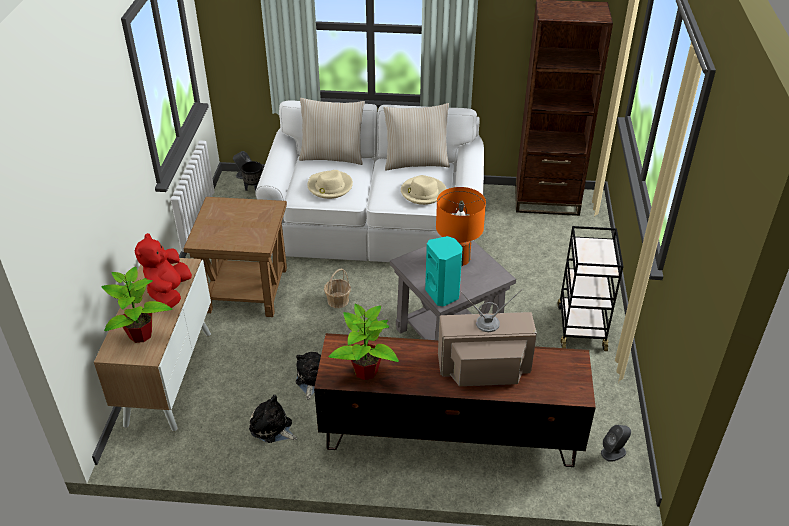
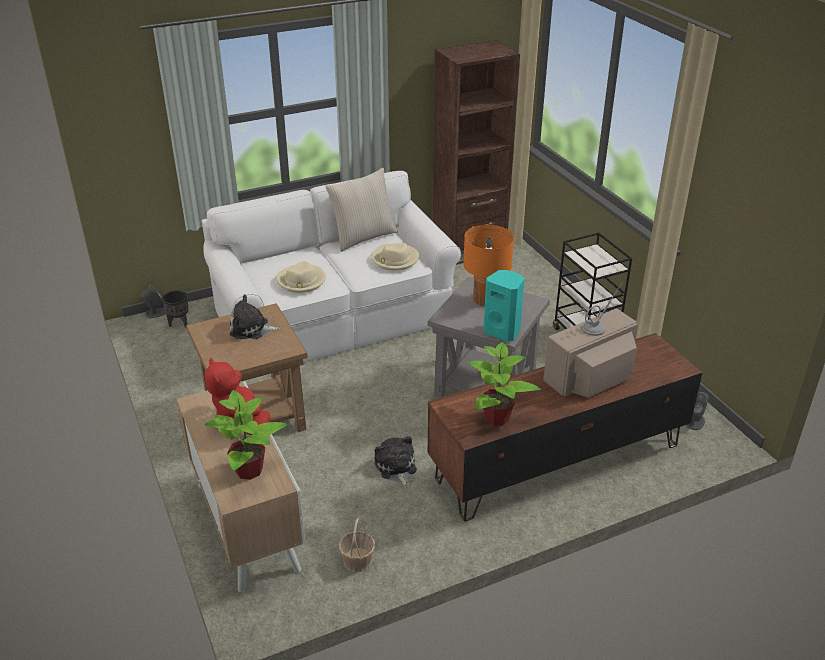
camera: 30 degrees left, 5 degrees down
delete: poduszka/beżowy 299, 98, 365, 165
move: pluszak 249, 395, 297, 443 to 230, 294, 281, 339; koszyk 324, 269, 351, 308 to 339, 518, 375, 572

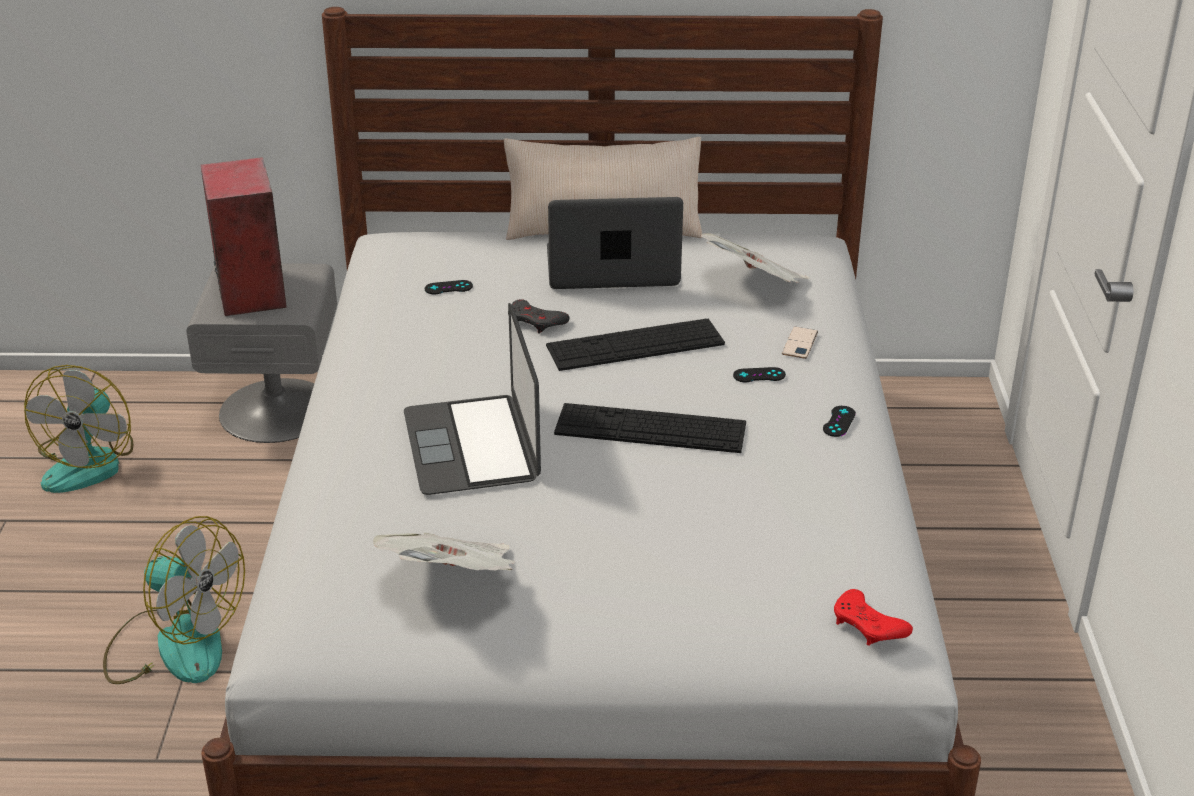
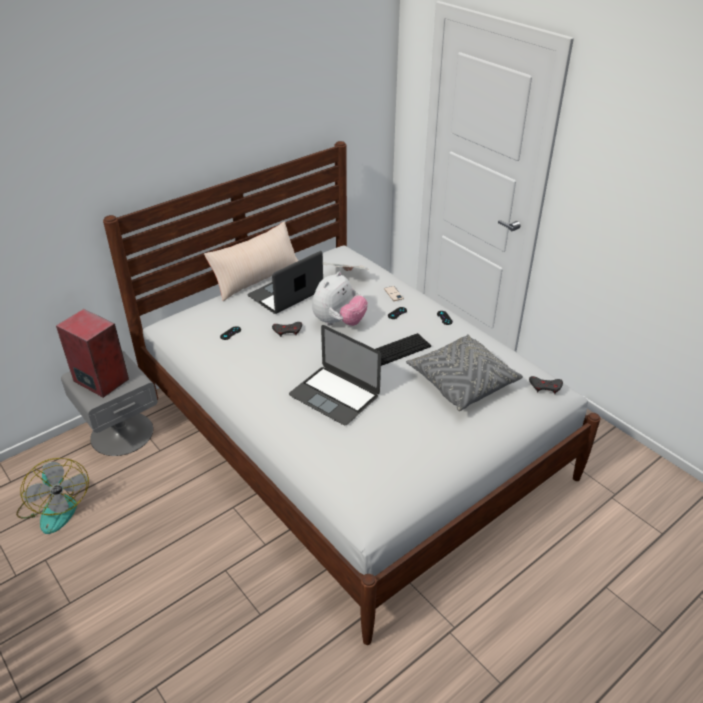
camera: 40 degrees left, 5 degrees up
delete: wentylator 103, 516, 245, 684; gazeta 373, 533, 515, 571
insert: poduszka/szary 406, 334, 523, 411
replace: klawiatura 546, 319, 725, 371 to pluszak 312, 271, 368, 326
recolor: pad do gier/czerwony 834, 589, 913, 646 to pad do gier/szary 529, 376, 563, 394

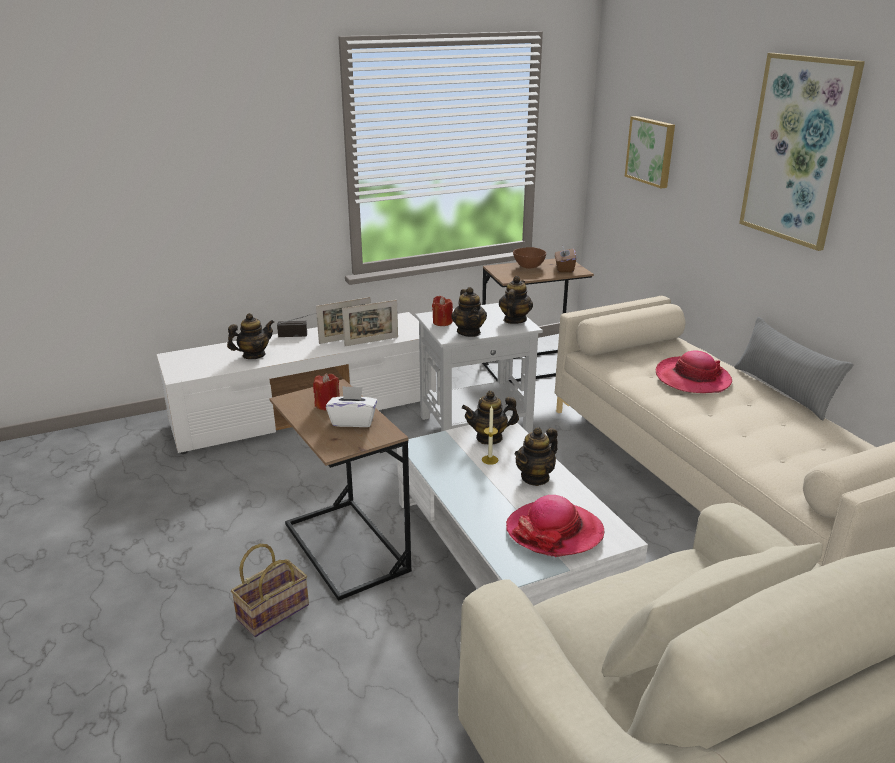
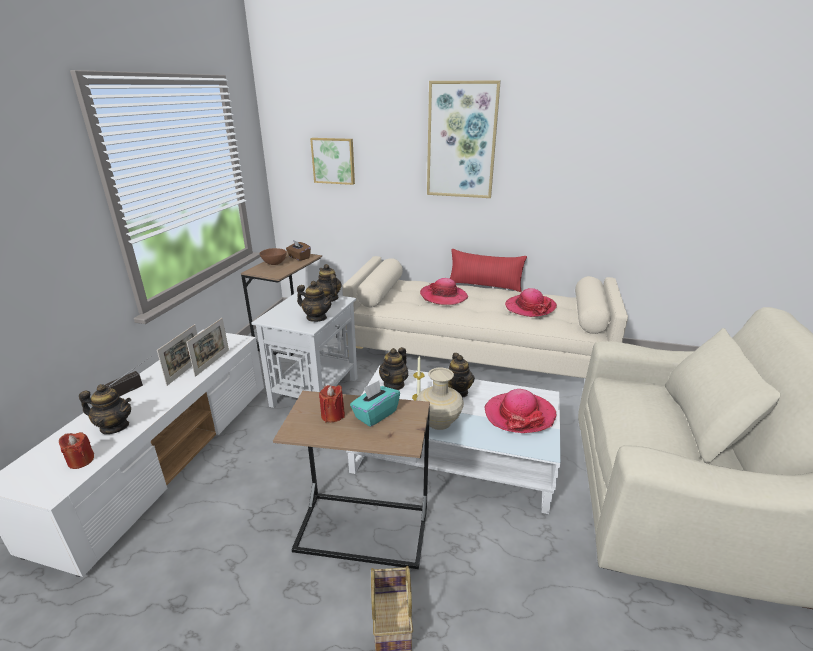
camera: 50 degrees left, 0 degrees up
insert: wazon/beżowy 416, 367, 464, 430; kapelusz 505, 288, 557, 317
move: świeca/czerwony 432, 296, 453, 326 to 59, 432, 94, 469
recolor: pudełko chusteczek/biały 326, 386, 378, 427 to pudełko chusteczek/turkusowy 350, 380, 400, 427; poduszka/szary 734, 317, 854, 421 to poduszka/czerwony 450, 249, 527, 292
rotate: imbryk 227, 313, 274, 359 = 79, 384, 131, 434 90 degrees clockwise

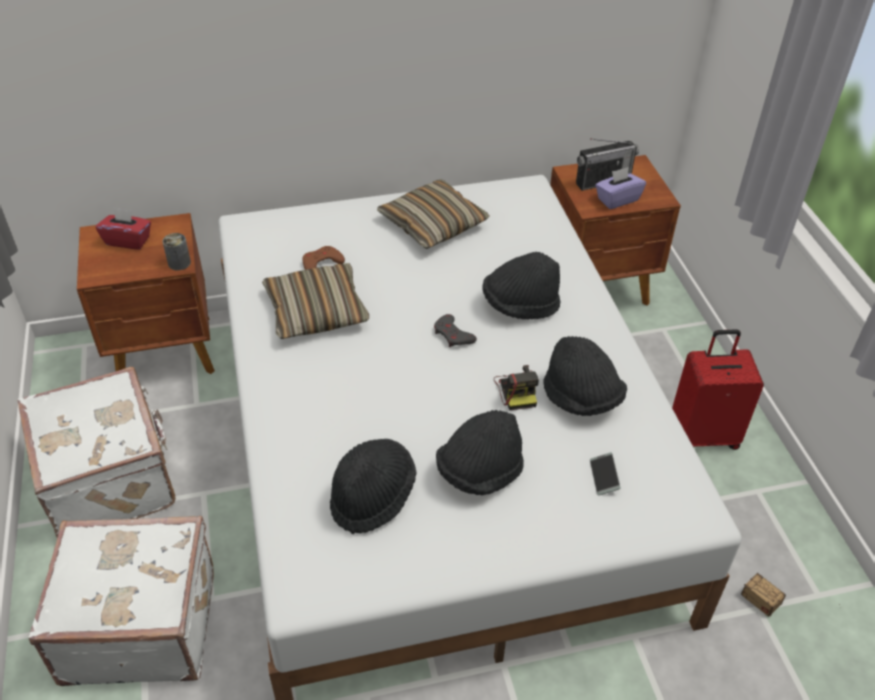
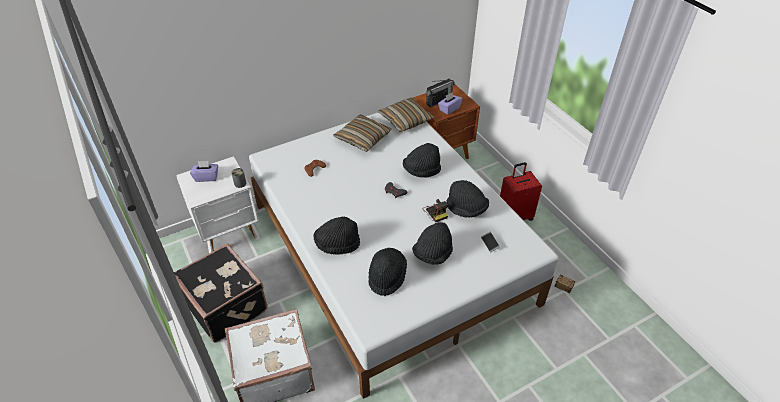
camera: 15 degrees left, 0 degrees up
insert: kapelusz/czarny 314, 217, 360, 255
move: poduszka 262, 263, 369, 339 to 378, 98, 434, 132
recolor: walizka/biały 18, 367, 176, 537 to walizka/czarny 174, 243, 267, 343; szafka nocna/brązowy 77, 213, 215, 374 to szafka nocna/biały 176, 156, 260, 253; pudełko chusteczek/czerwony 96, 208, 151, 250 to pudełko chusteczek/fioletowy 190, 161, 218, 182

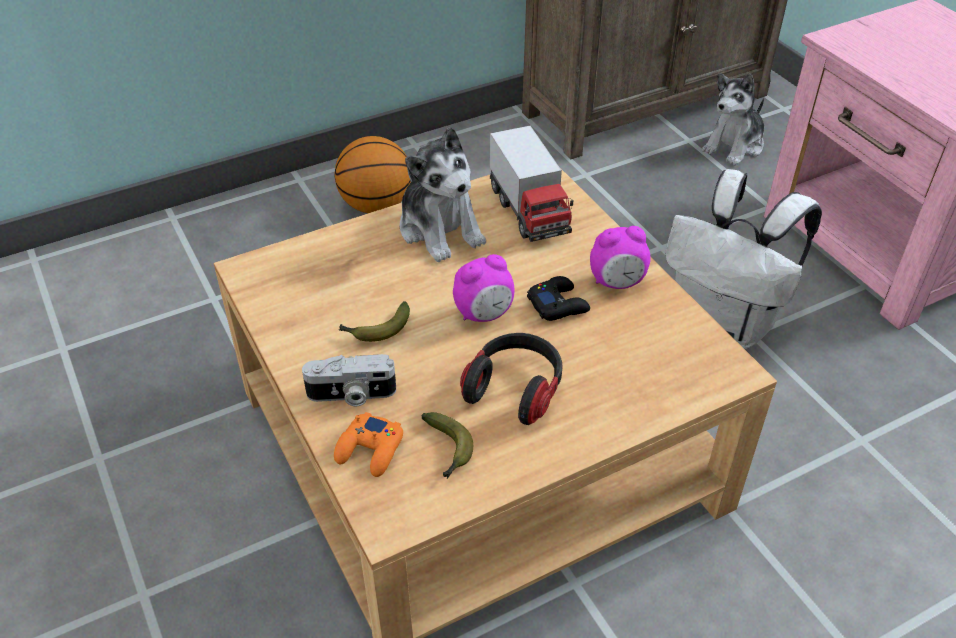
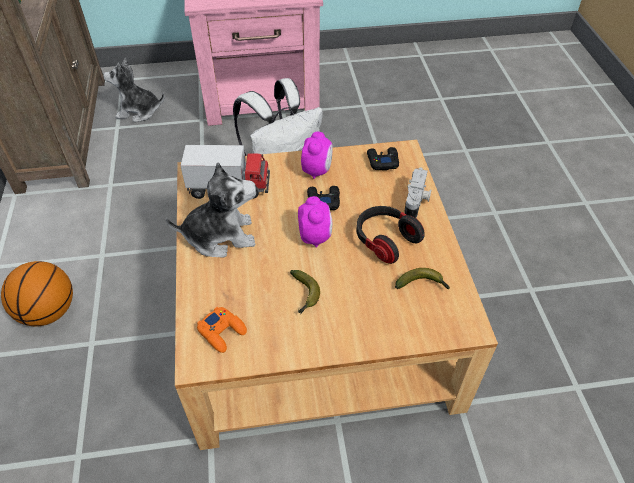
camera: 70 degrees left, 5 degrees up
insert: pad do gier/czarny 367, 147, 399, 170
move: aparat fotograficzny 302, 354, 396, 406 to 404, 167, 431, 218; pad do gier/pomarańczowy 334, 412, 403, 477 to 197, 307, 247, 353
rotate: pluszak 702, 73, 764, 166 = 103, 57, 165, 122 120 degrees clockwise

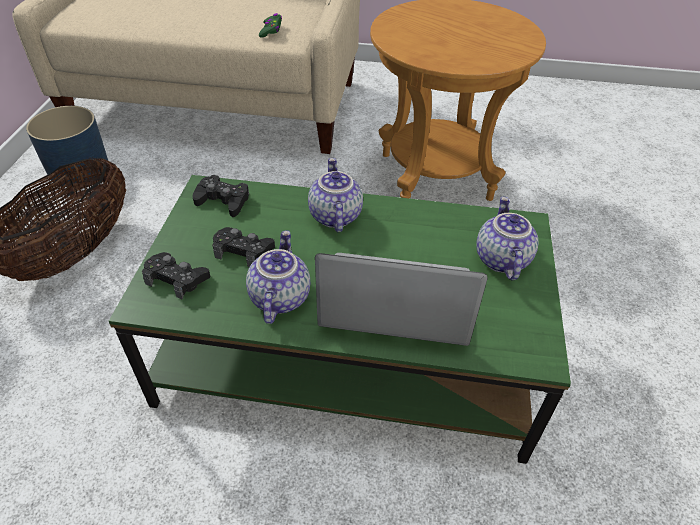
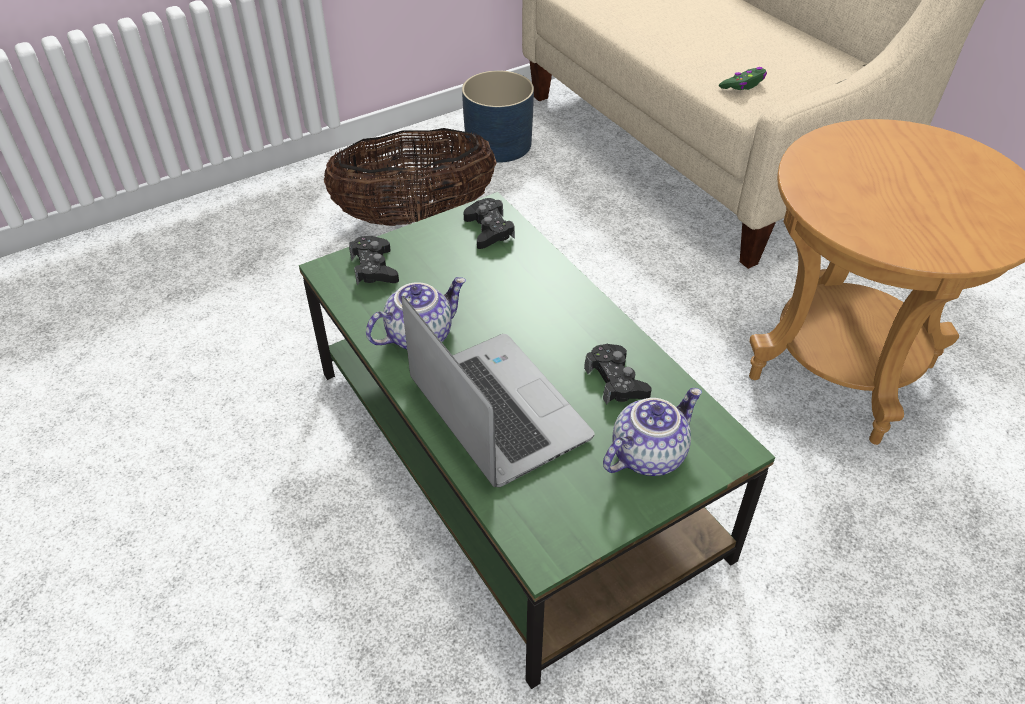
camera: 50 degrees right, 0 degrees up
delete: imbryk 308, 158, 363, 232
move: pad do gier/czarny 212, 227, 275, 267 to 584, 344, 652, 405

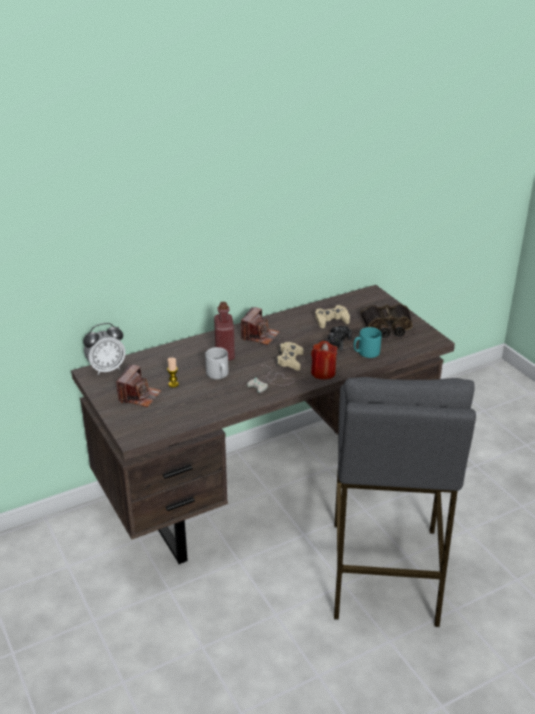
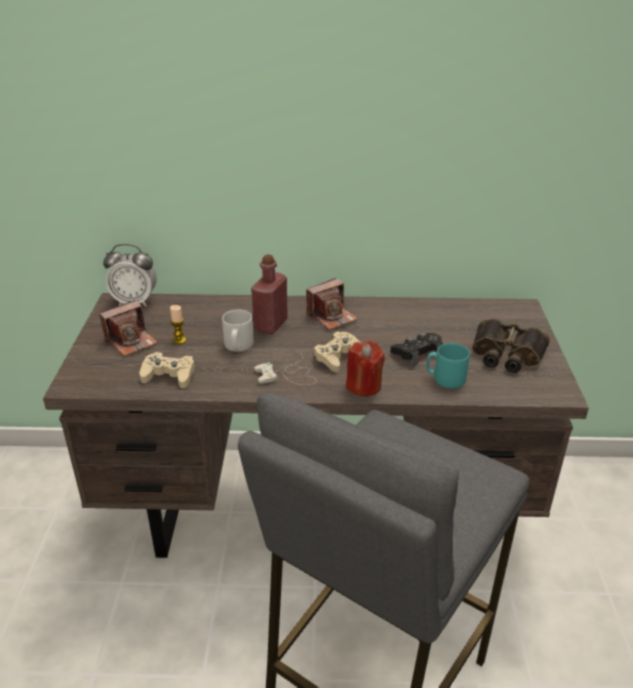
camera: 30 degrees right, 0 degrees up
move: pad do gier/beżowy 315, 305, 350, 328 to 140, 352, 195, 388

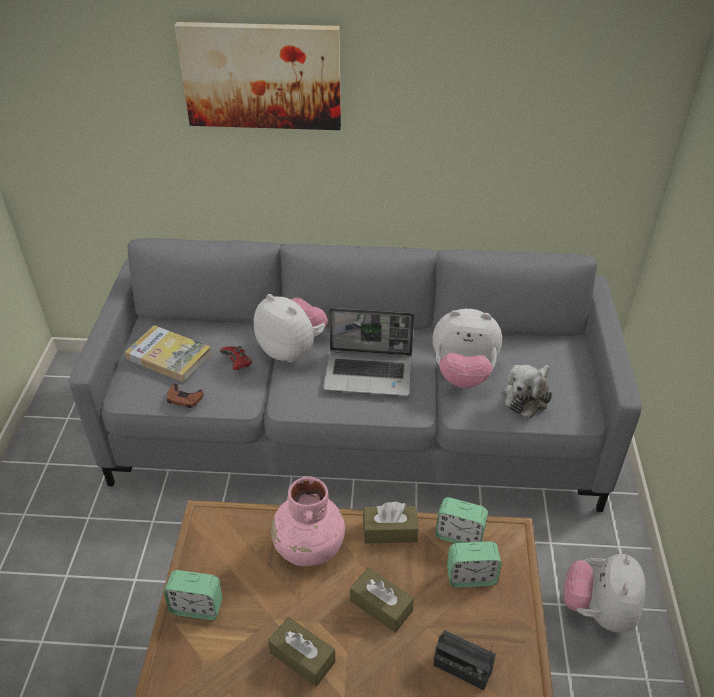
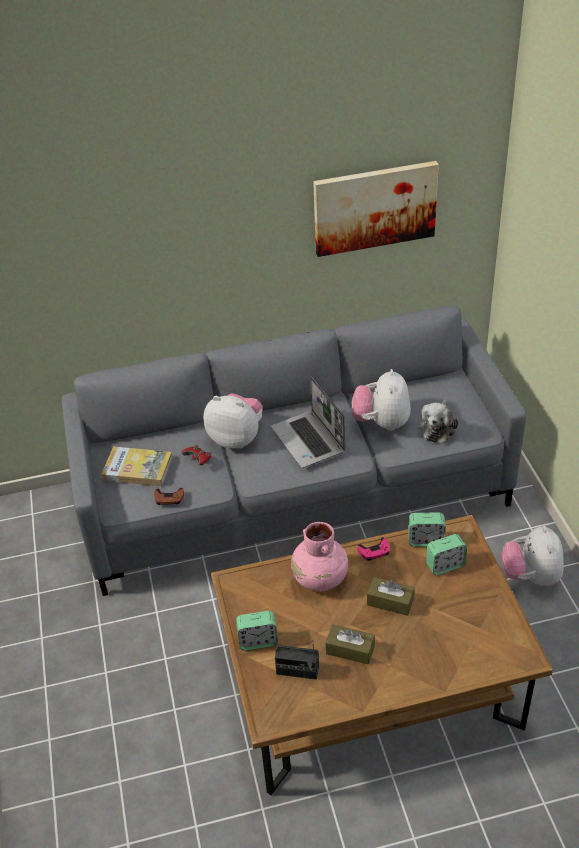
camera: 15 degrees left, 0 degrees up
move: obraz 174, 22, 341, 130 to 313, 161, 439, 257; radio 433, 630, 496, 690 to 275, 645, 319, 680
replace: pudełko chusteczek/brązowy 363, 501, 418, 543 to pad do gier/różowy 358, 537, 389, 561
rotate: laptop 323, 308, 415, 396 = 271, 377, 345, 468 75 degrees clockwise; pluszak 432, 309, 502, 388 = 352, 369, 411, 431 105 degrees clockwise

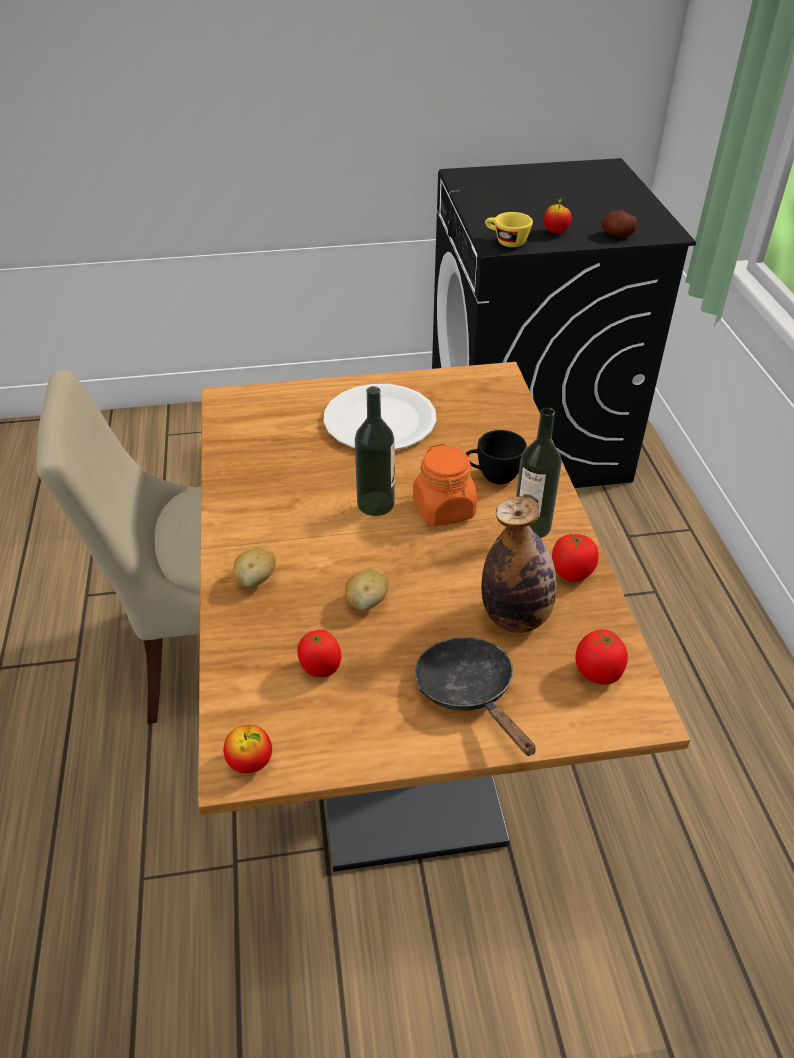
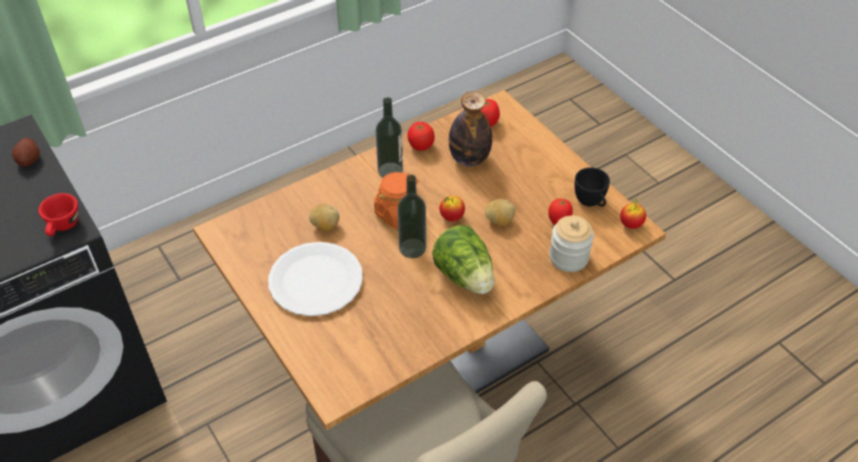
camera: 115 degrees left, 5 degrees up
delete: patelnia/czarny 415, 637, 536, 756
insert: sałata 432, 225, 495, 294; słoik 549, 215, 594, 272
move: ziemniak 233, 546, 276, 587 to 309, 204, 339, 231; filiżanka/czarny 466, 430, 527, 484 to 575, 167, 610, 206; jabłko 544, 198, 572, 234 to 439, 195, 465, 221
recolor: filiżanka/żółty 485, 212, 533, 247 to filiżanka/czerwony 39, 193, 78, 236

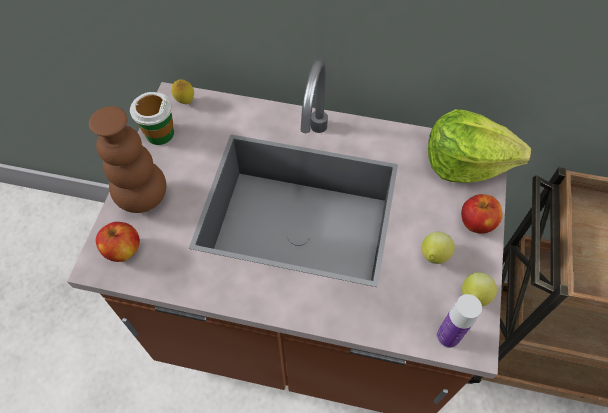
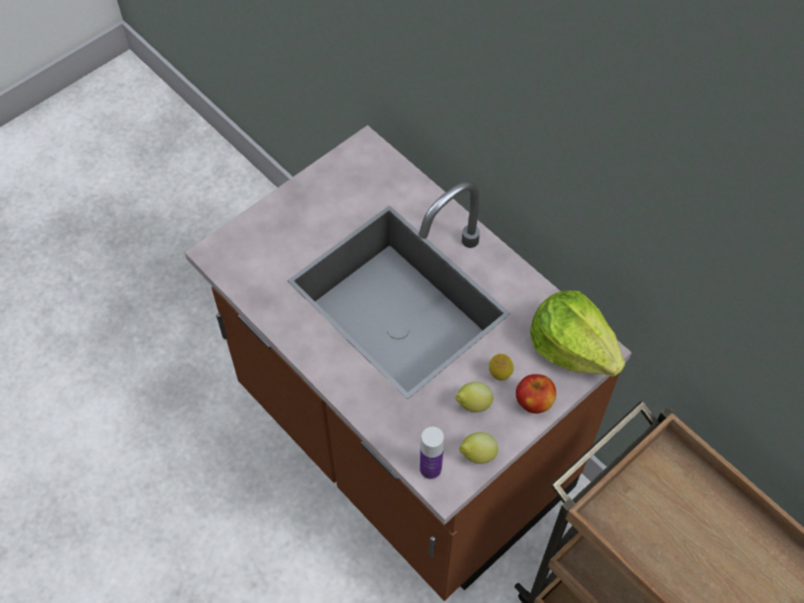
camera: 35 degrees right, 0 degrees up
delete: wazon/brązowy 89, 106, 166, 213; jabłko 96, 222, 140, 262; filiżanka 130, 92, 174, 145
move: cytryna 171, 79, 194, 104 to 489, 354, 514, 381

